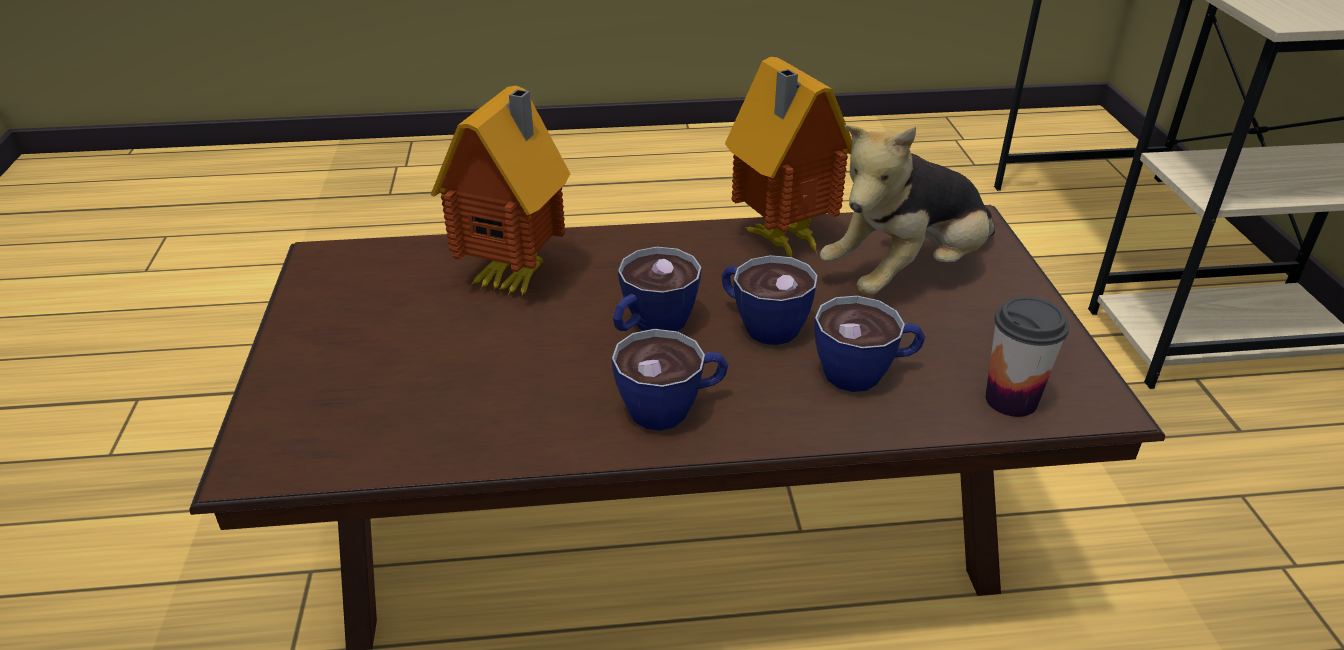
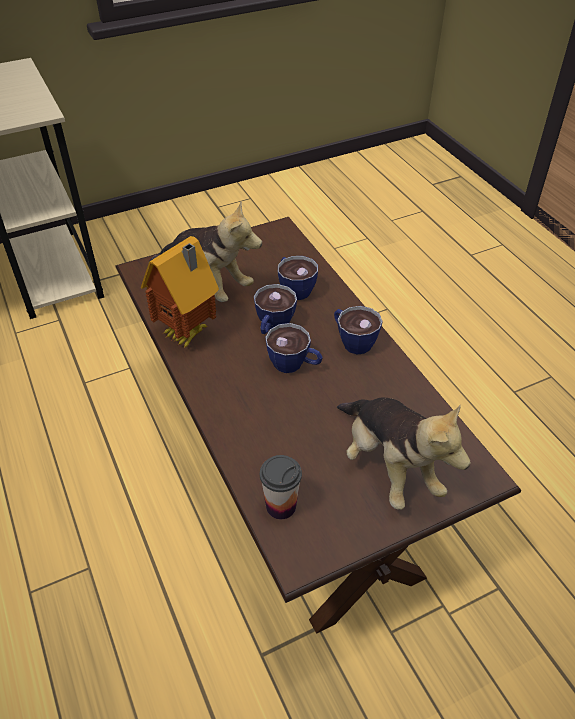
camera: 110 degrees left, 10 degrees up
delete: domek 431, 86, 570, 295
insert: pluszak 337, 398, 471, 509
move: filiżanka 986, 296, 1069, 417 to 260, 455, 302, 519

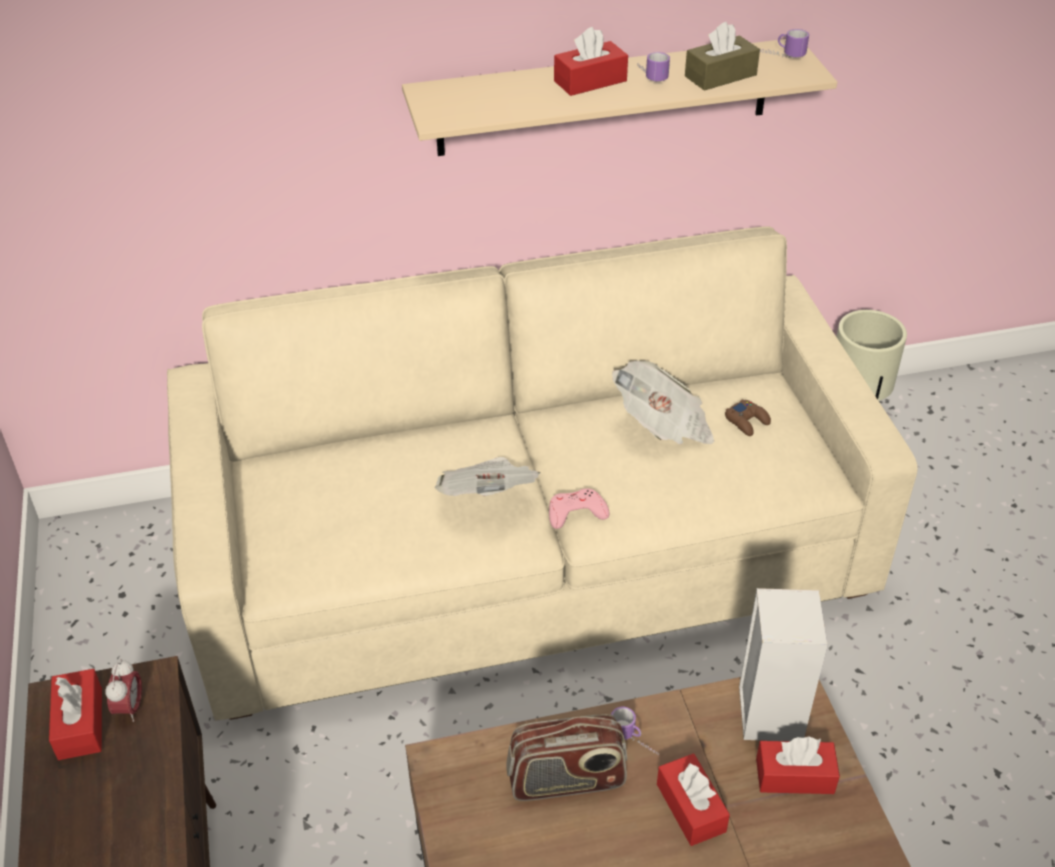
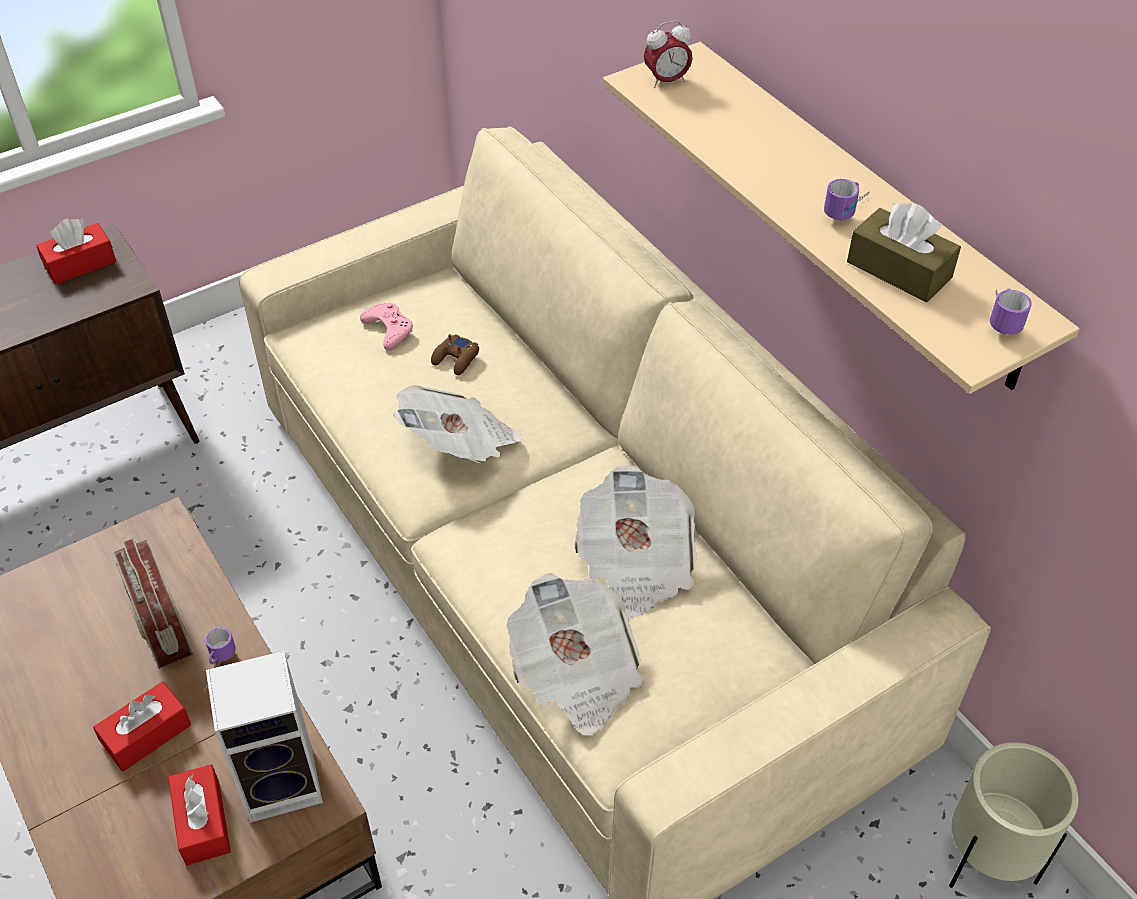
camera: 70 degrees right, 5 degrees up
delete: pudełko chusteczek/czerwony 554, 27, 628, 96
insert: gazeta 506, 573, 644, 735
move: budzik 105, 659, 142, 722 to 644, 21, 693, 88; pad do gier/różowy 549, 488, 609, 529 to 360, 303, 413, 351; pad do gier/brązowy 725, 399, 771, 436 to 431, 334, 479, 375

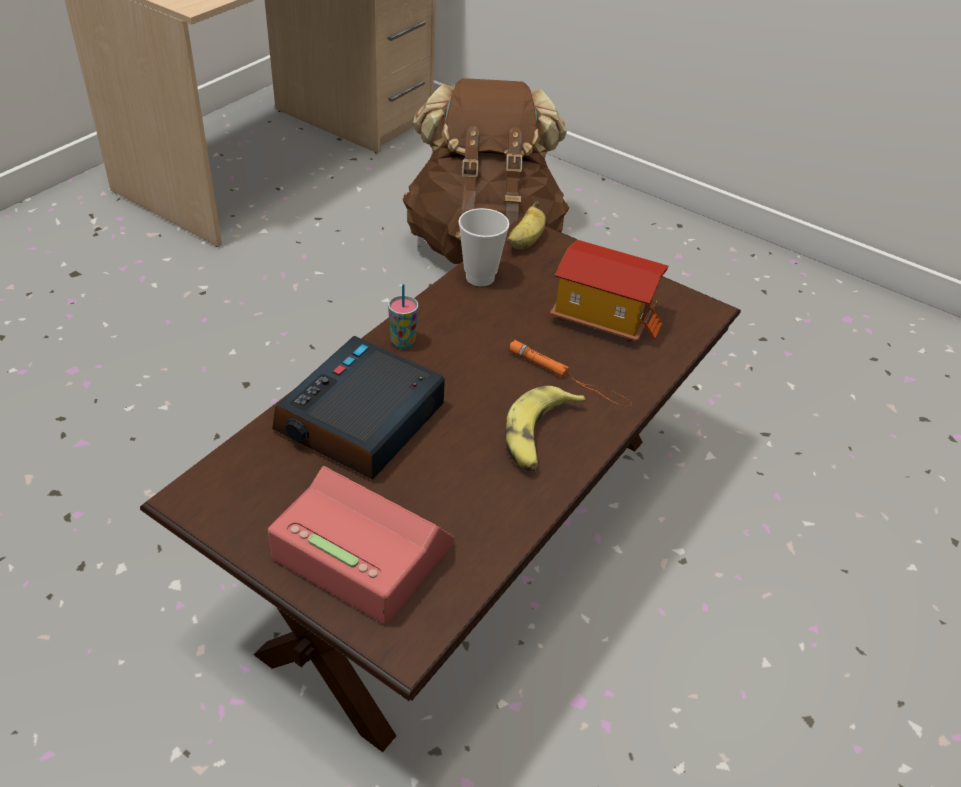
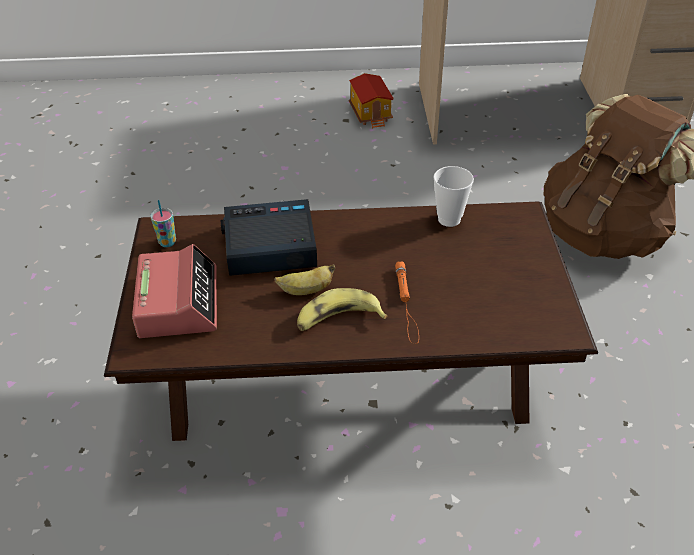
camera: 55 degrees right, 0 degrees up
move: filiżanka 388, 284, 418, 349 to 150, 200, 176, 247; banan 507, 201, 546, 249 to 274, 264, 335, 295; domek 550, 240, 668, 342 to 349, 73, 394, 129

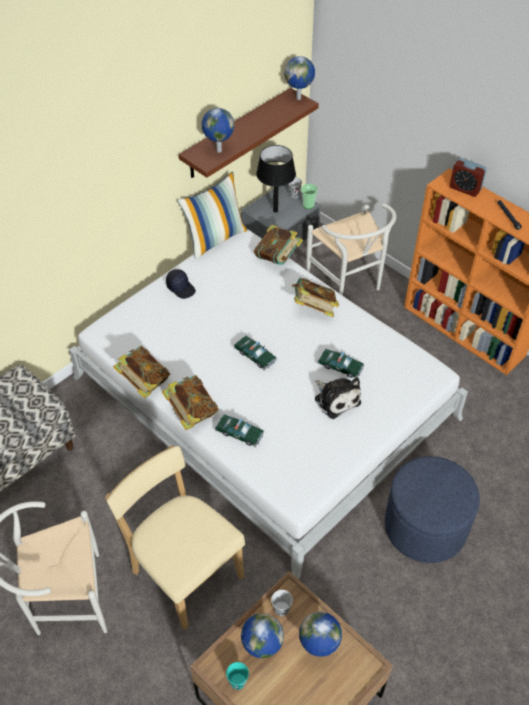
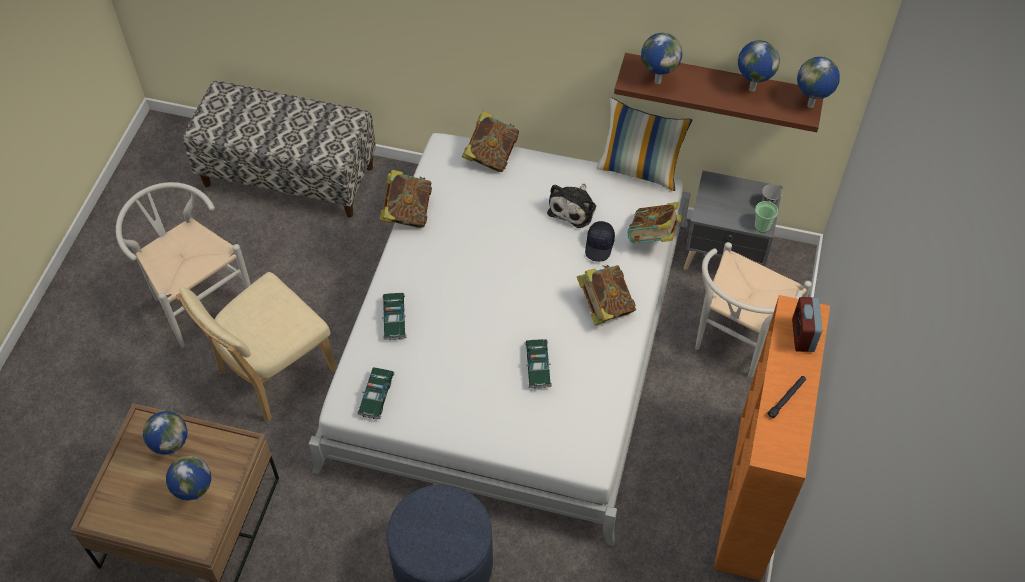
camera: 60 degrees right, 5 degrees up
delete: filiżanka/turkusowy 226, 662, 249, 690; lampa stołowa/czarny 256, 145, 296, 213; filiżanka/czarny 271, 590, 293, 616
insert: globus 738, 40, 780, 92
move: książka 162, 375, 219, 430 to 462, 111, 519, 172; czapka z daszkiem/czarny 166, 269, 196, 299 to 585, 221, 615, 262; samochodzik 233, 336, 277, 370 to 357, 367, 395, 419; pluszak 315, 377, 361, 419 to 547, 183, 596, 228
rotate: krzesło/beżowy 105, 445, 245, 630 = 176, 272, 337, 421 150 degrees counterclockwise

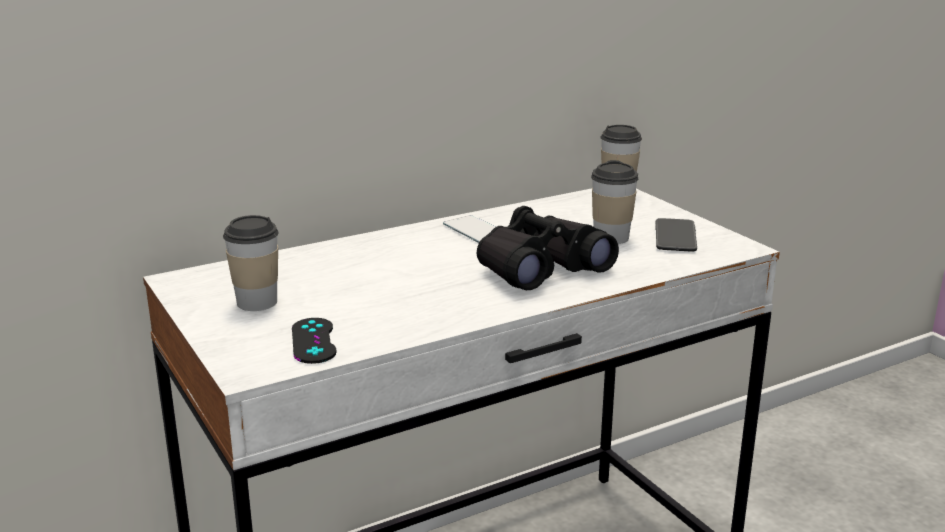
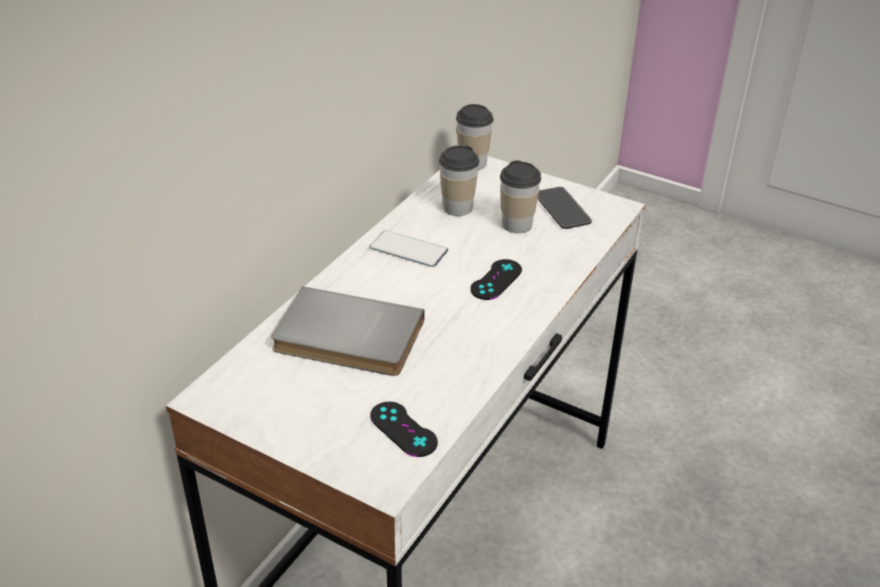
camera: 30 degrees left, 15 degrees up
insert: książka/szary 271, 287, 425, 376
move: filiżanka 223, 215, 279, 311 to 439, 146, 479, 216
replace: lornetka/czarny 476, 206, 619, 290 to pad do gier/czarny 470, 259, 522, 300

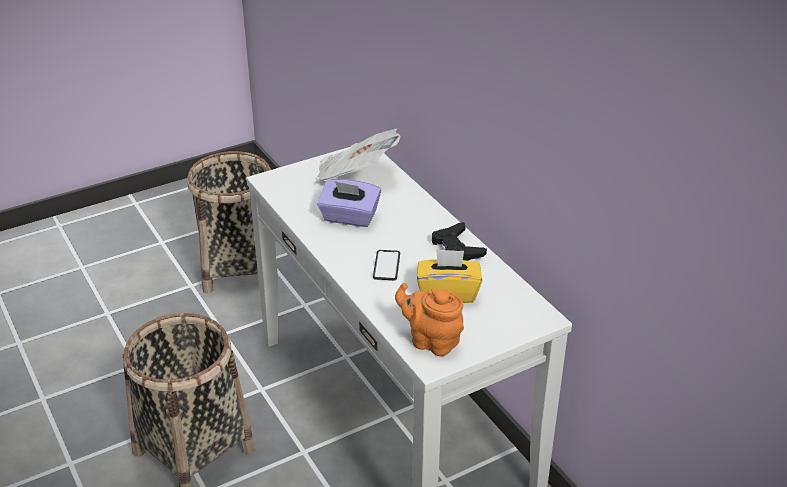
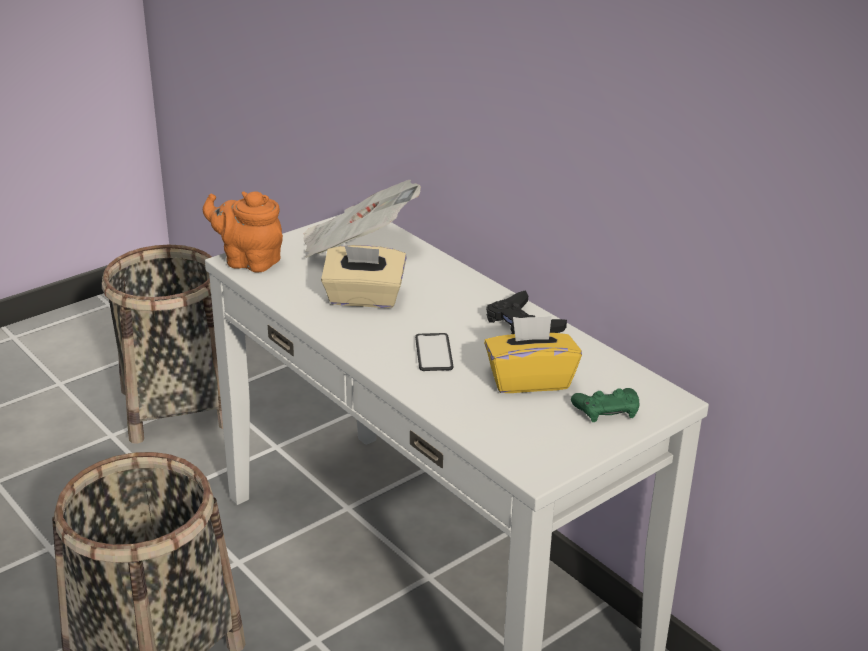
camera: 10 degrees left, 5 degrees down
insert: pad do gier/zielony 571, 388, 639, 422
move: imbryk/pomarańczowy 395, 283, 464, 356 to 203, 191, 283, 273
recolor: pudełko chusteczek/fioletowy 317, 179, 381, 227 to pudełko chusteczek/beżowy 321, 245, 407, 308

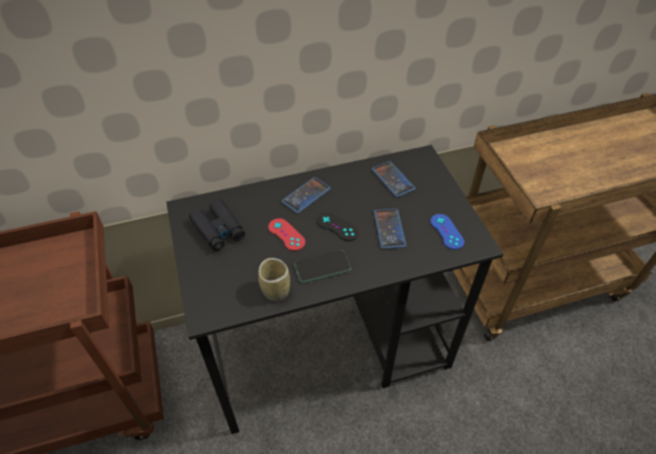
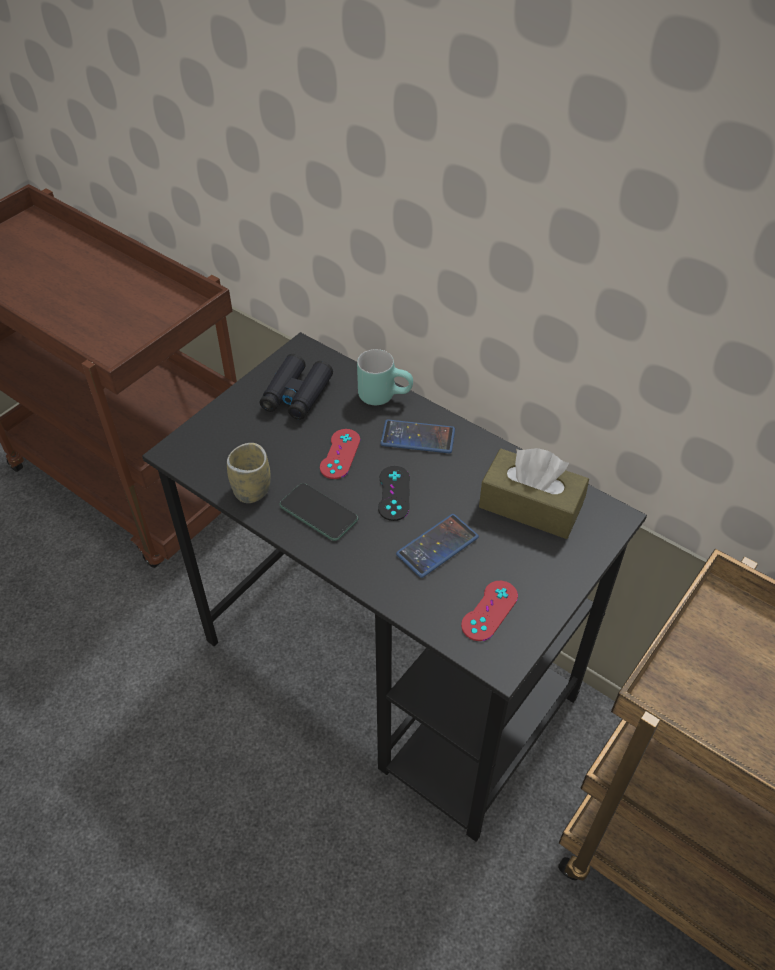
camera: 55 degrees right, 0 degrees up
insert: kubek/turkusowy 357, 349, 413, 405
replace: telefon 372, 161, 416, 197 to pudełko chusteczek/brązowy 479, 448, 589, 539
recolor: pad do gier/niebieski 431, 214, 464, 250 to pad do gier/czerwony 461, 581, 518, 641

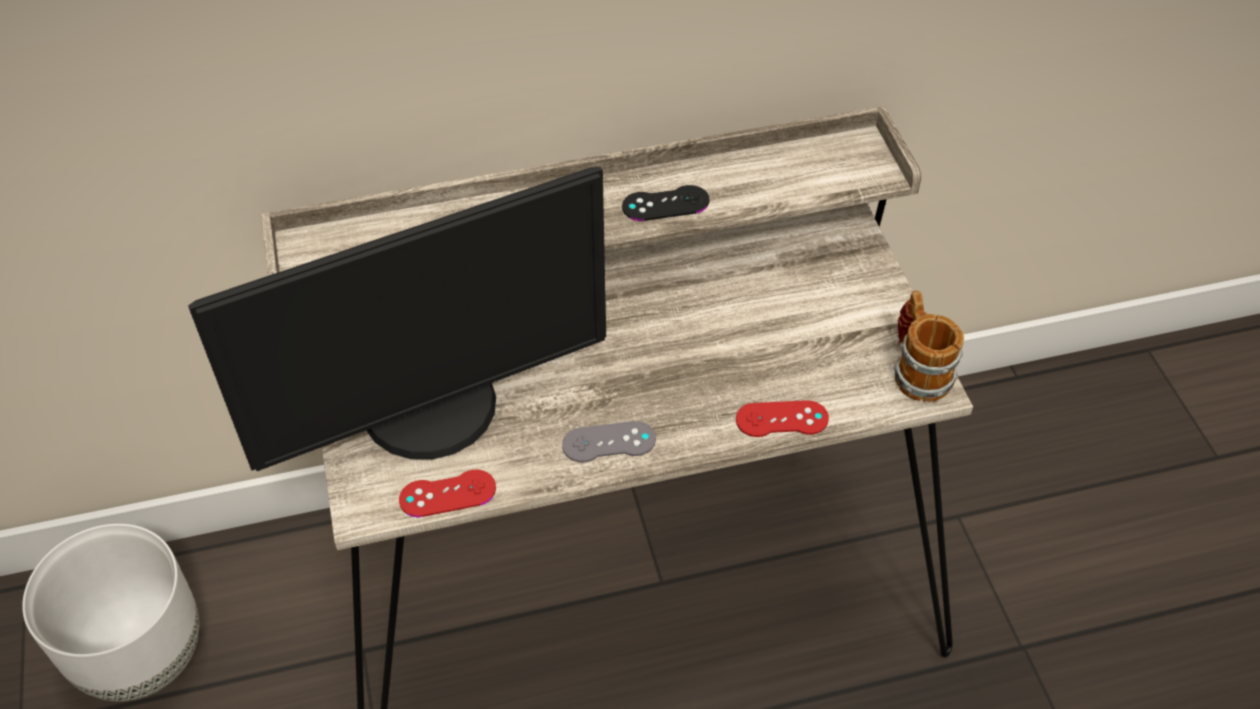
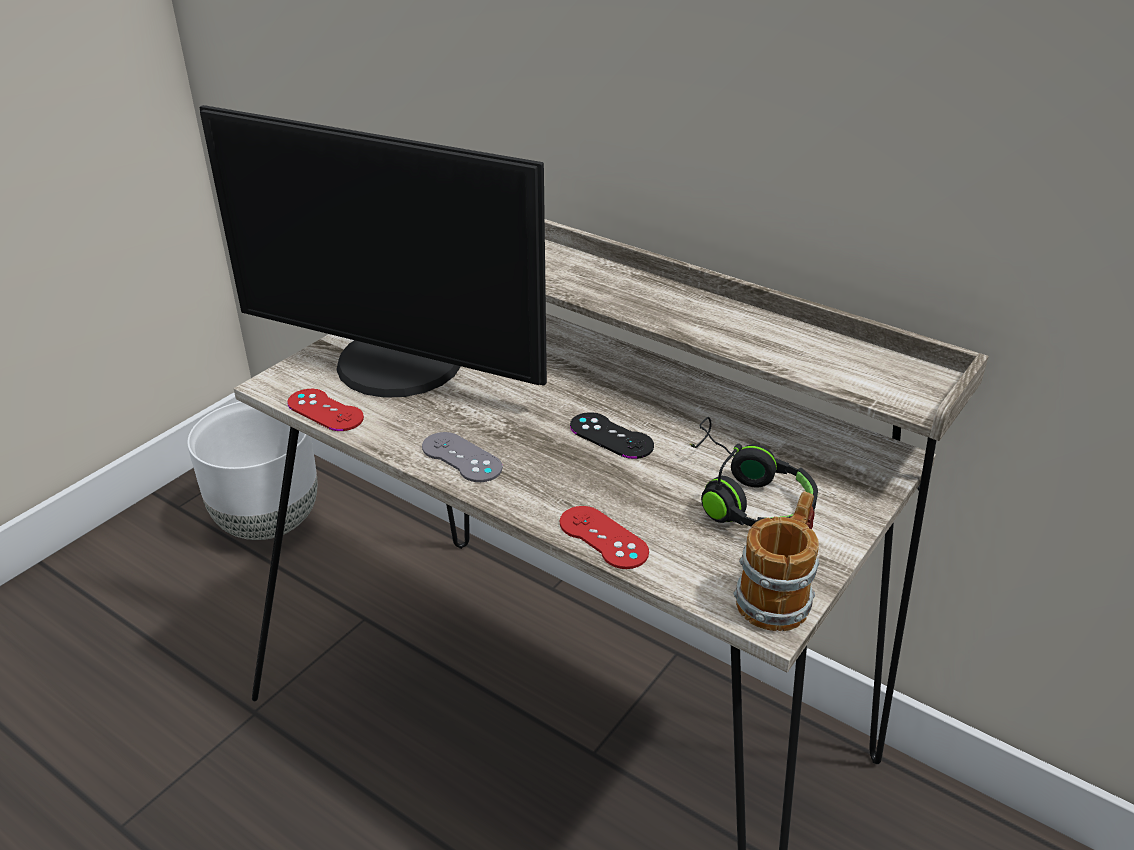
camera: 50 degrees right, 15 degrees down
insert: słuchawki/czarny 690, 417, 818, 527
move: pad do gier/czarny 622, 185, 710, 221 to 570, 412, 654, 459

